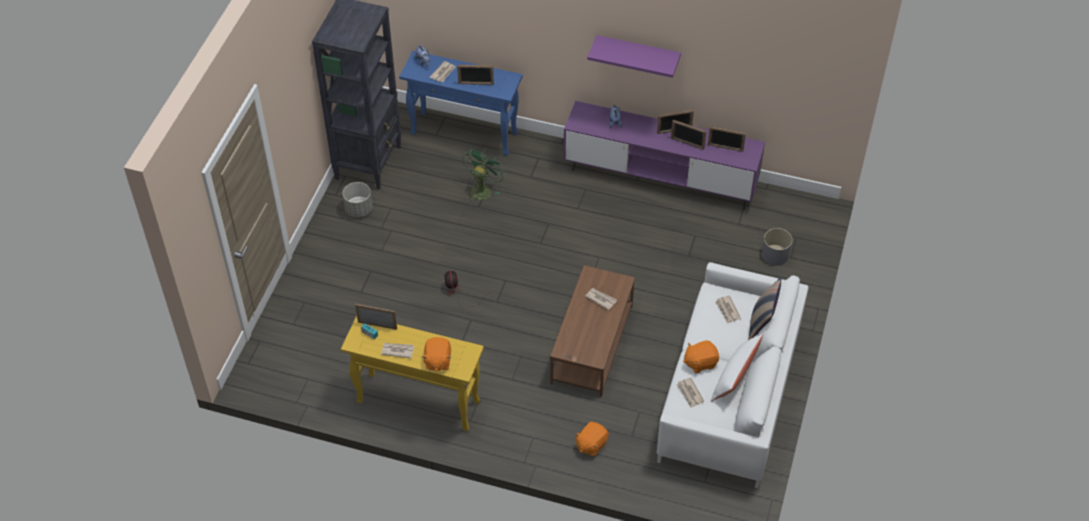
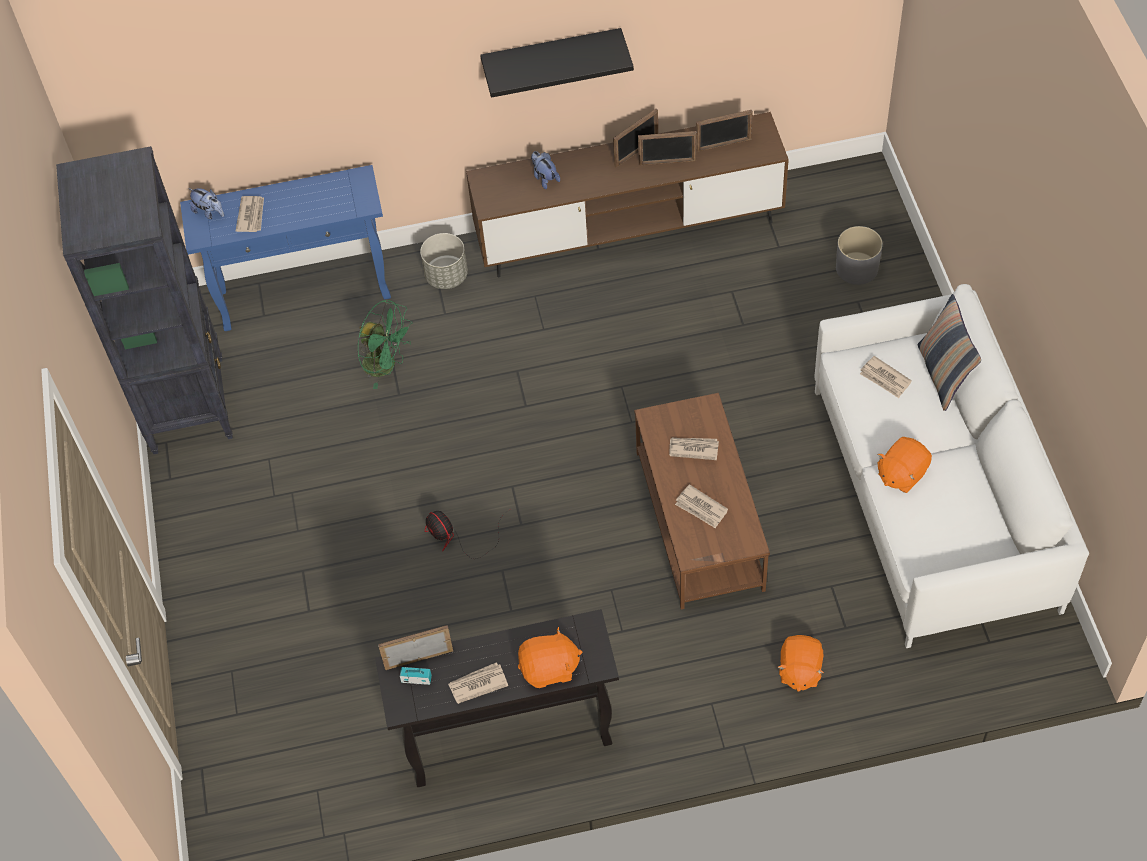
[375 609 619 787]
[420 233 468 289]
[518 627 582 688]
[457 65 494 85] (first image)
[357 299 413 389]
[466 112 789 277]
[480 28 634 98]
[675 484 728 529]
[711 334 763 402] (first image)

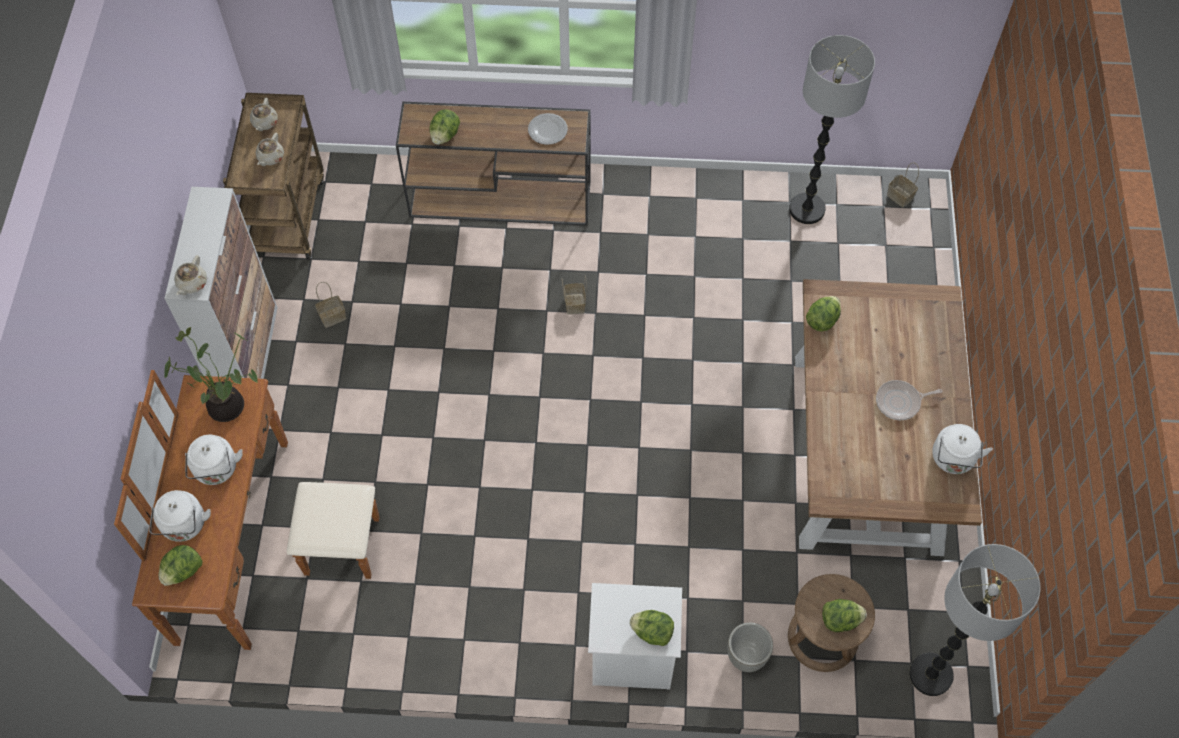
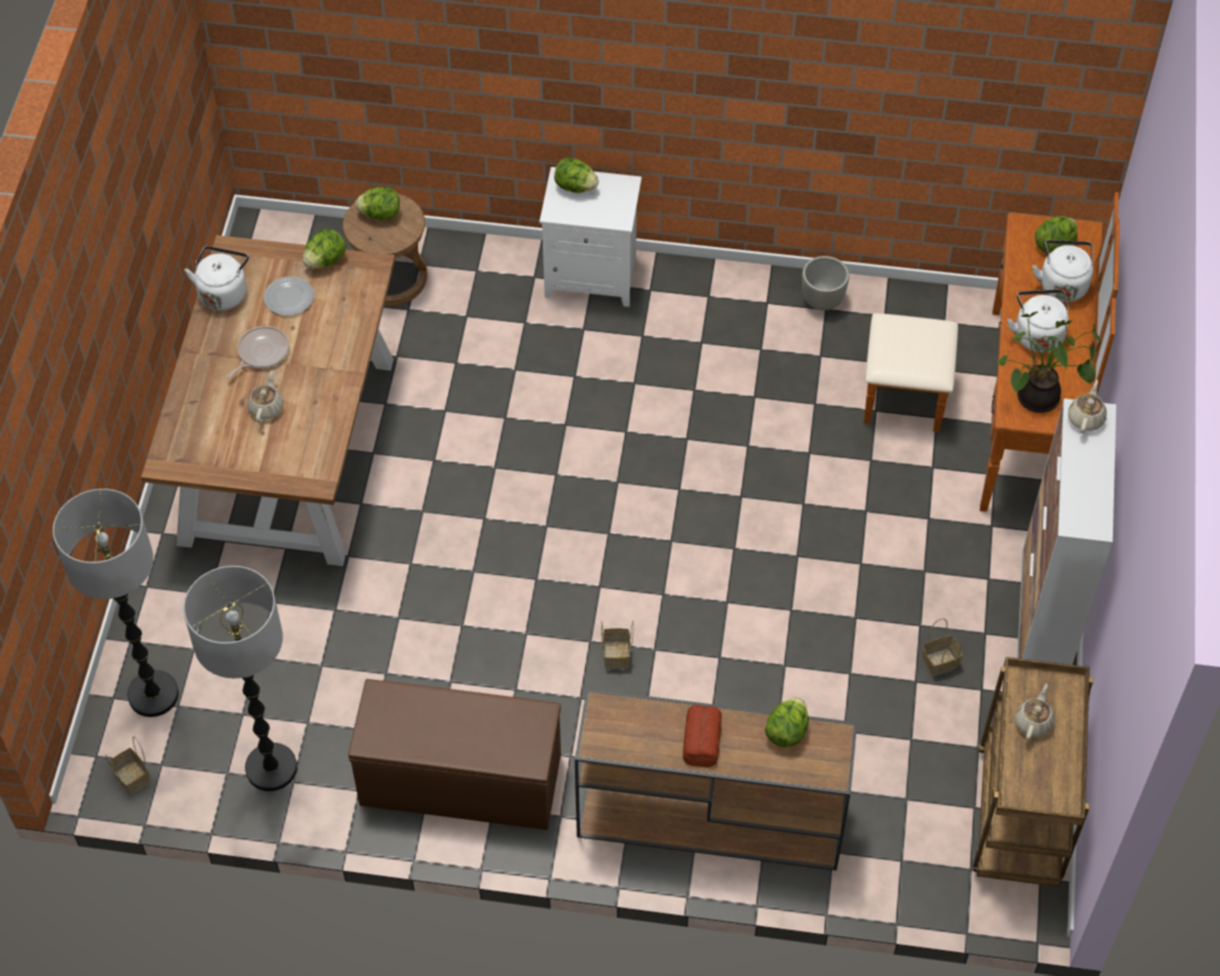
[247 371 284 422]
[264 276 314 316]
[802 256 849 311]
[303 229 346 269]
[226 326 289 379]
[53 489 179 717]
[348 679 561 830]
[683 705 722 767]

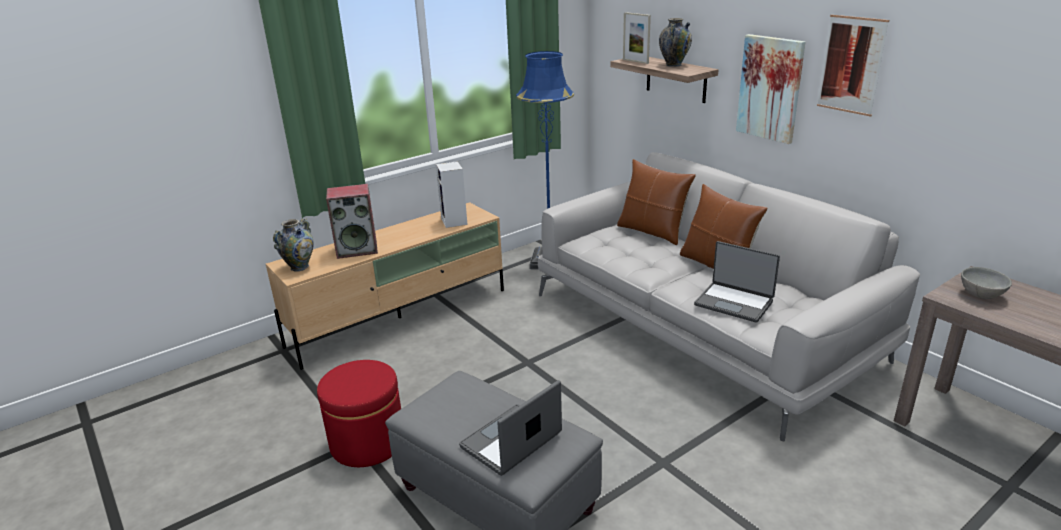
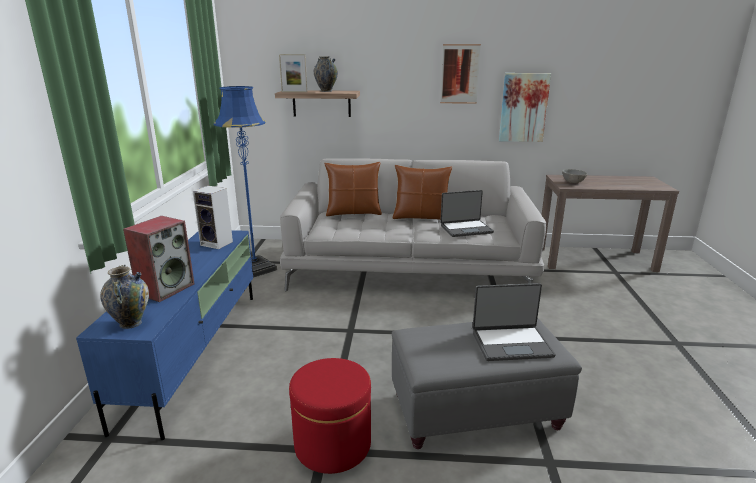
[76 230 253 440]
[473 283 555 361]
[499 73 551 142]

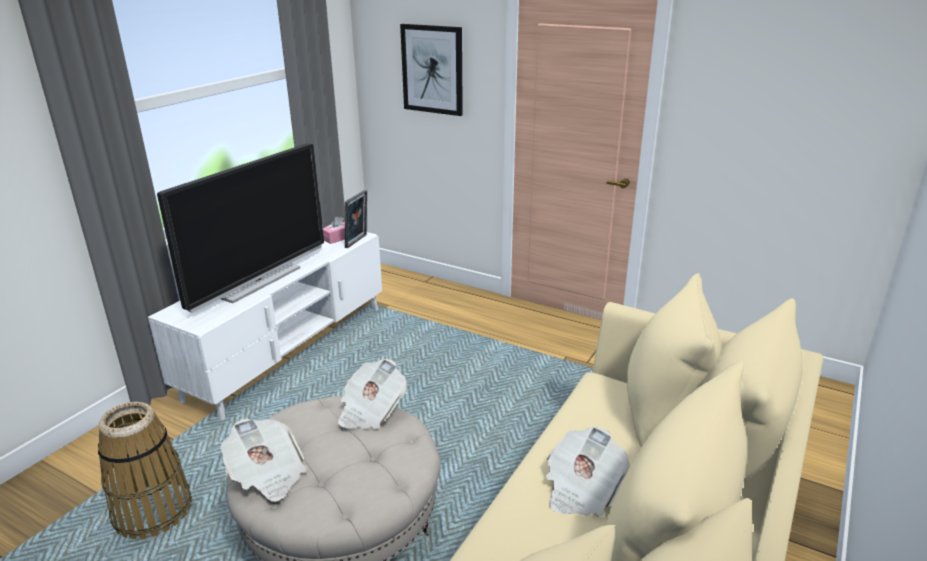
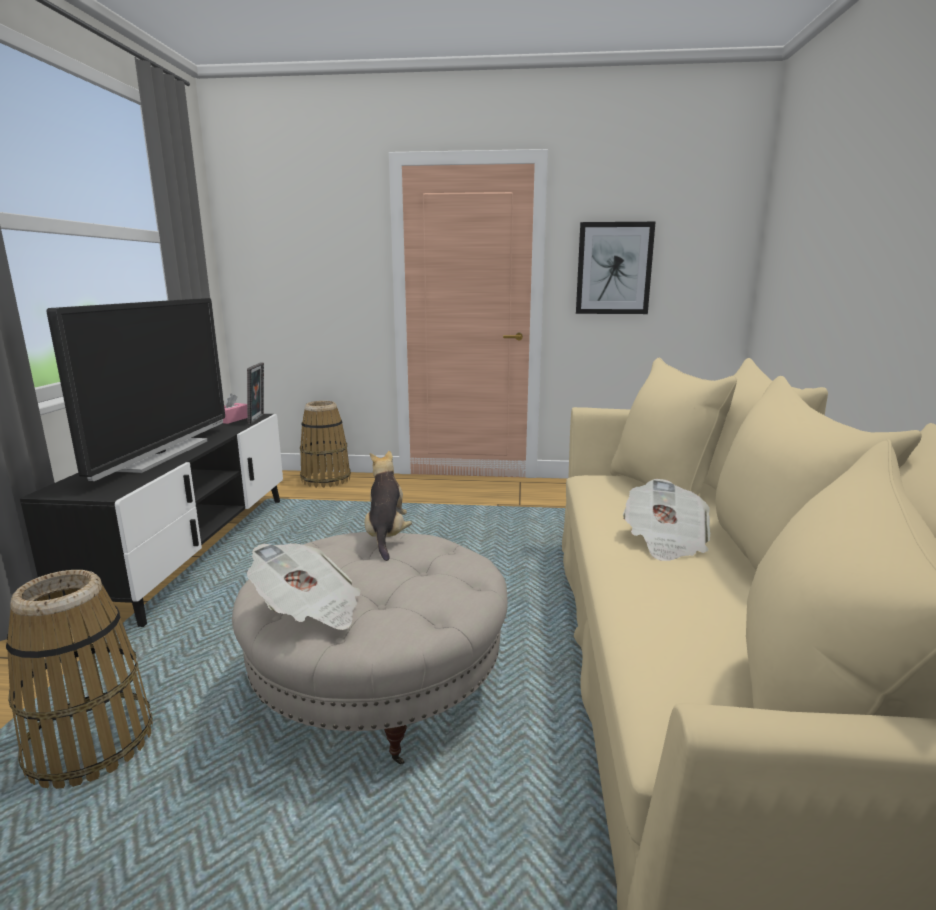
[20 414 283 627]
[365 451 412 561]
[576 222 655 314]
[300 401 351 488]

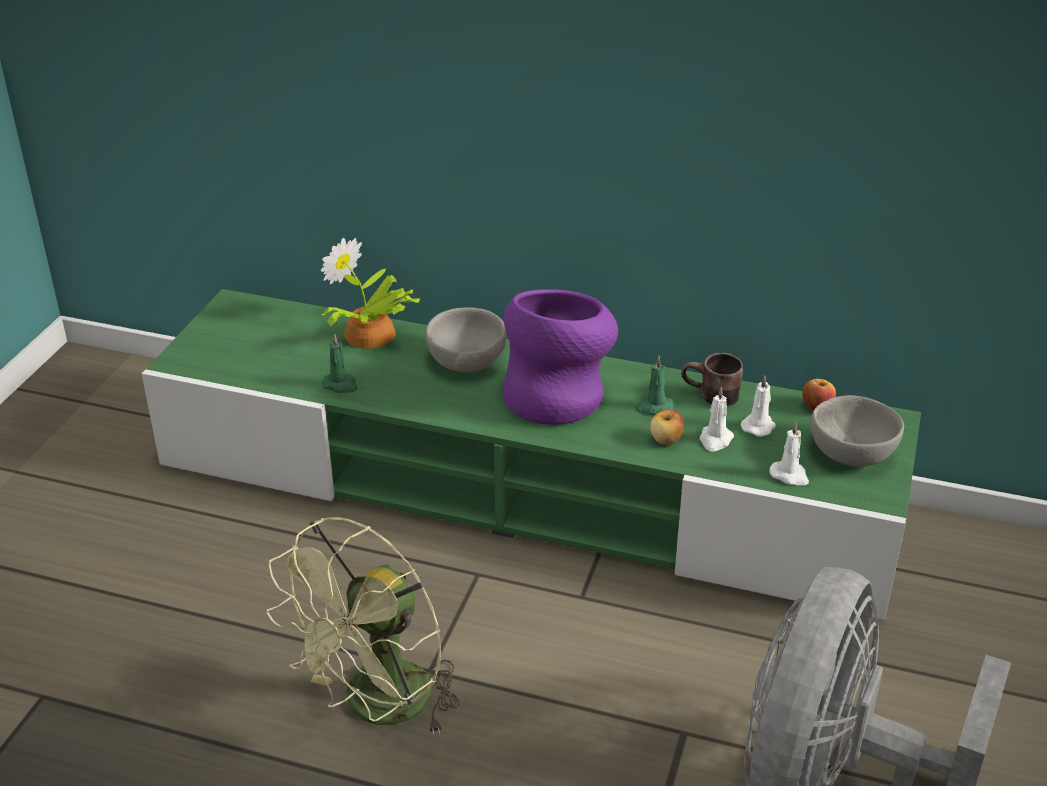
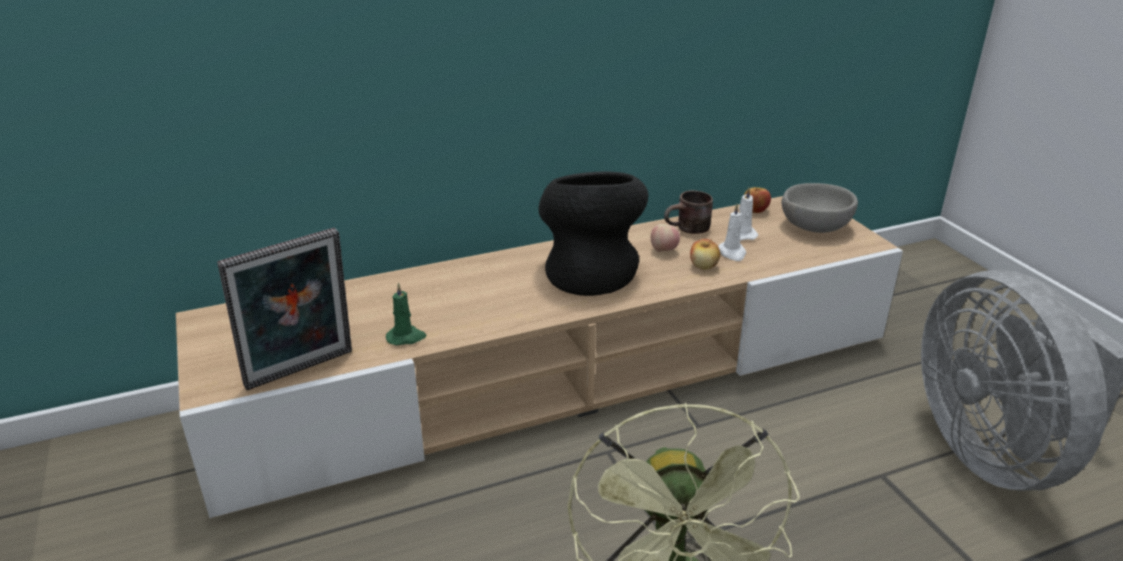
[176 196 903 518]
[321 238 421 349] (first image)
[425 307 507 372] (first image)
[539 172 649 296]
[651 224 680 252]
[770 422 809 485] (first image)
[217 227 352 390]

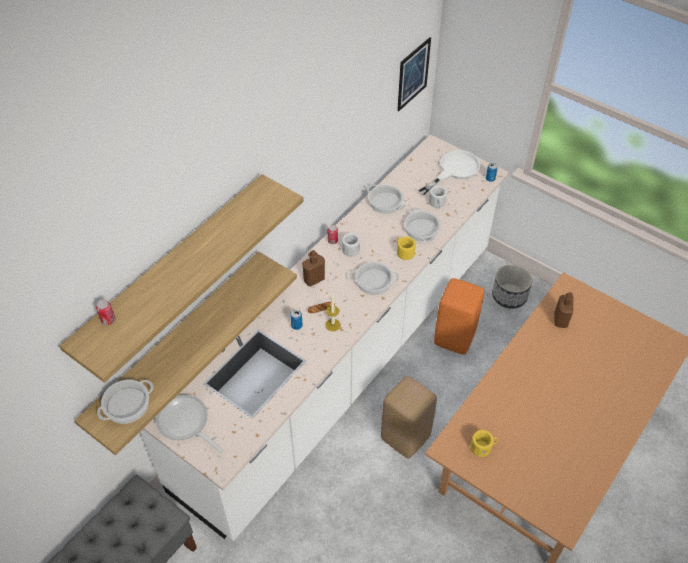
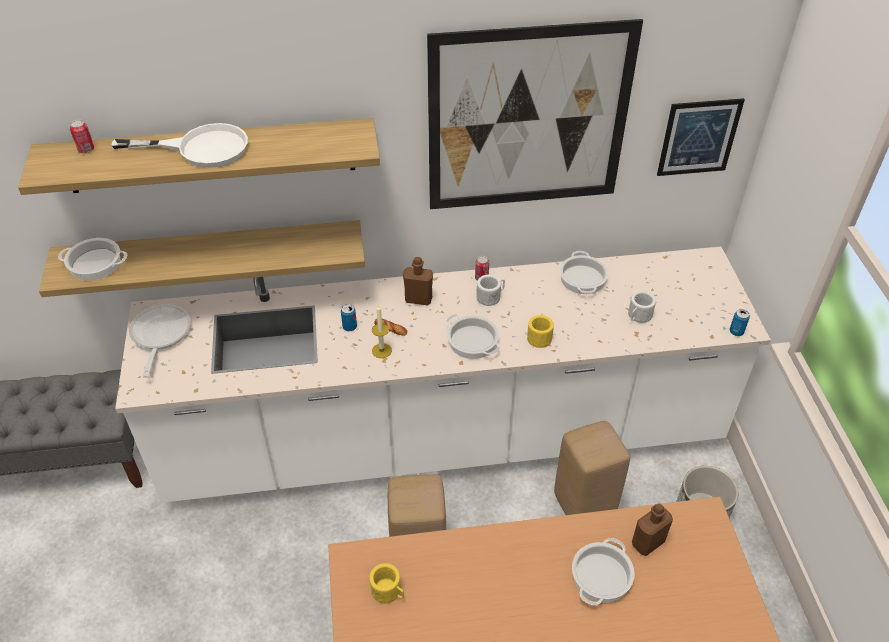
[572 538 635 605]
[111 123 248 168]
[554 421 630 515]
[427 19 643 209]

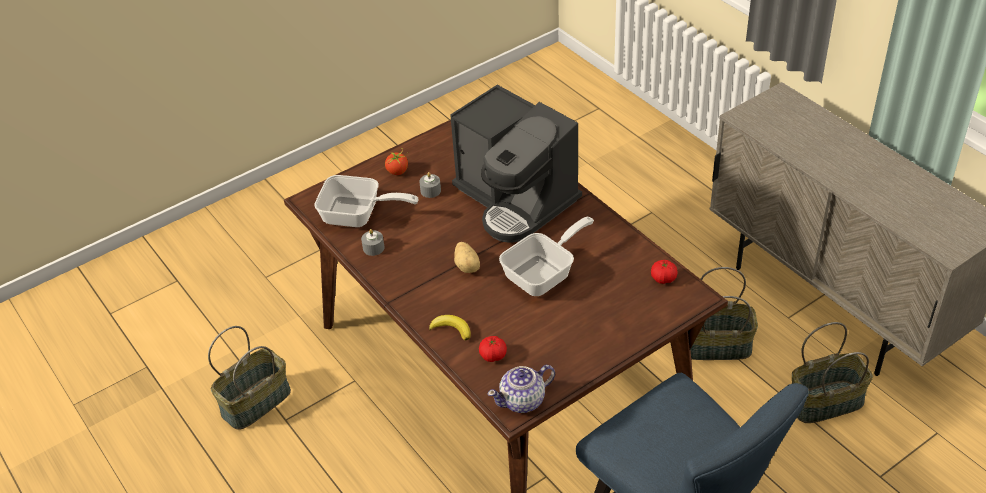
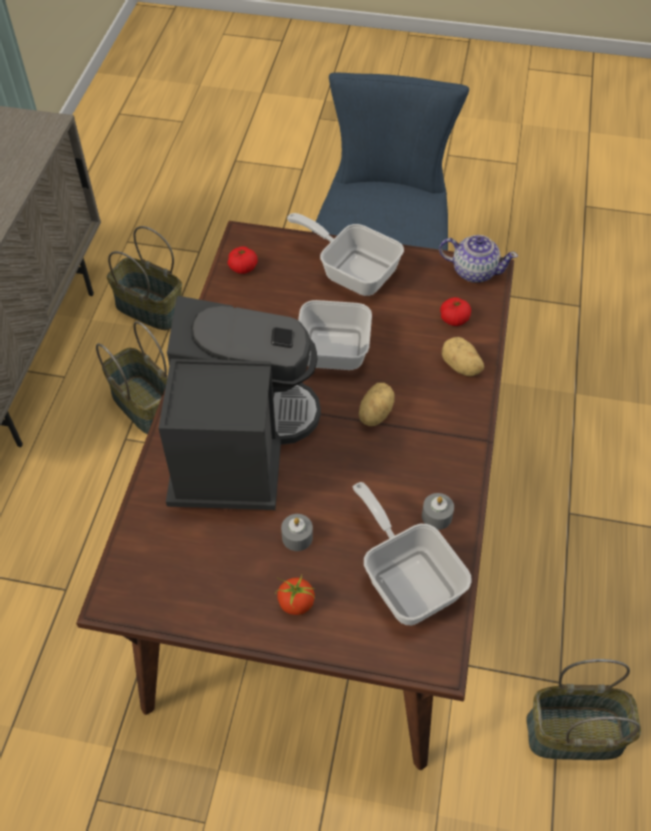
[442 337 484 376]
[287 213 404 296]

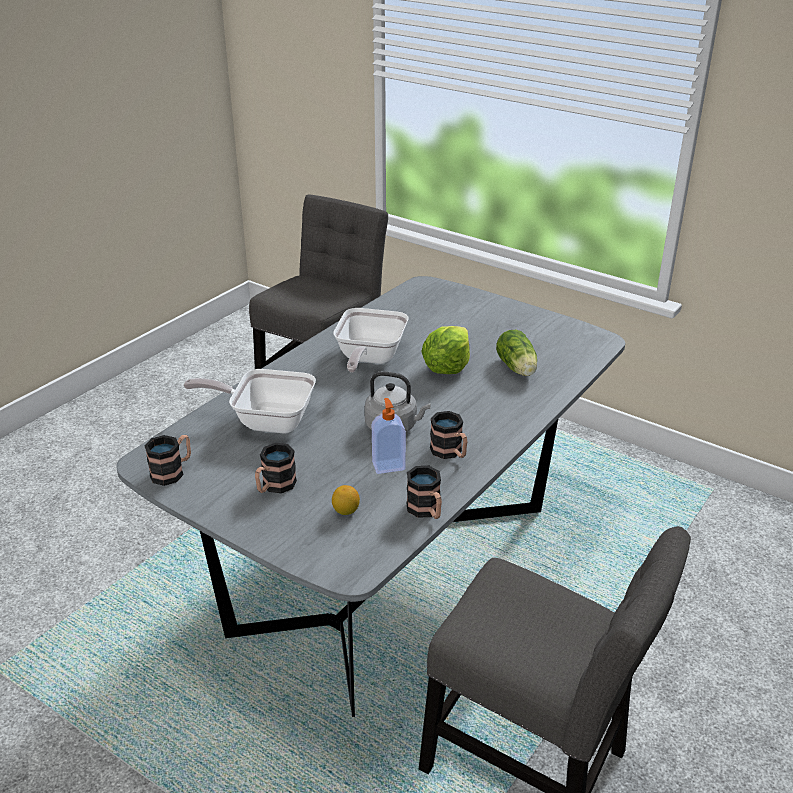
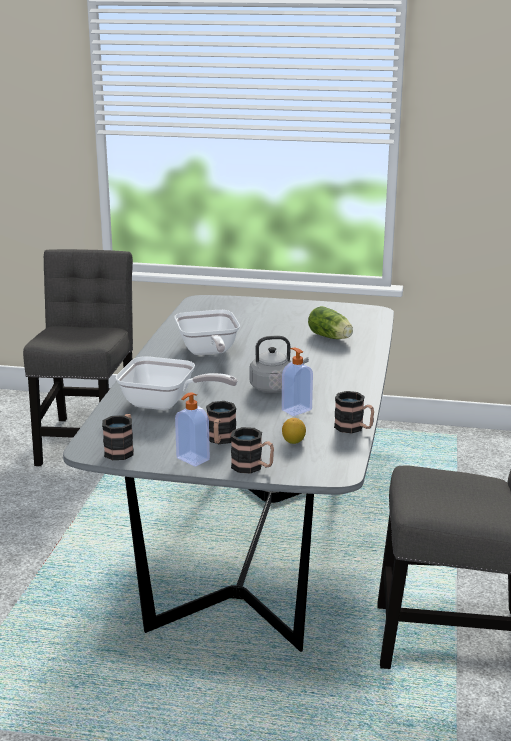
[115 356 238 410]
[421 326 470 374] (first image)
[231 427 274 474]
[175 392 210 466]

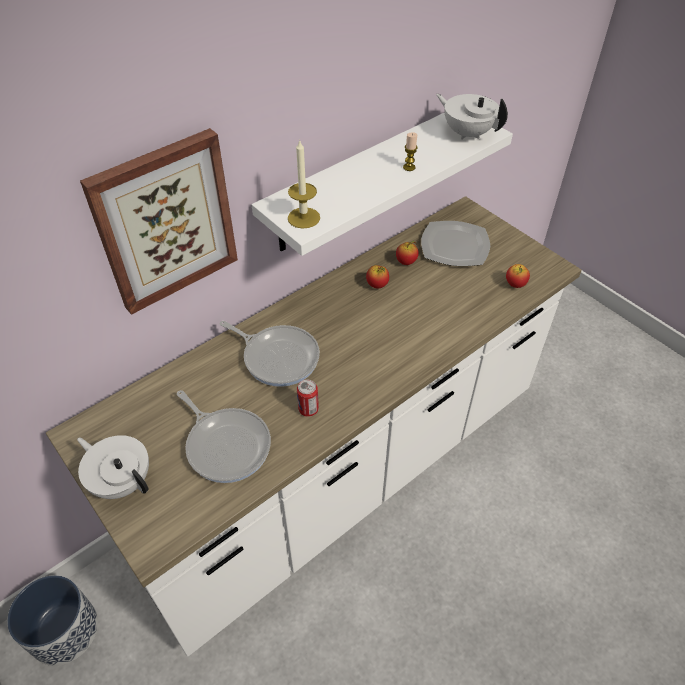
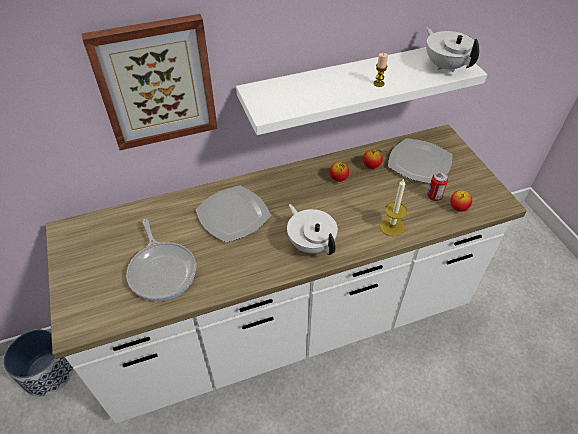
[287 204 338 255]
[196 185 271 242]
[380 179 407 236]
[427 172 448 201]

